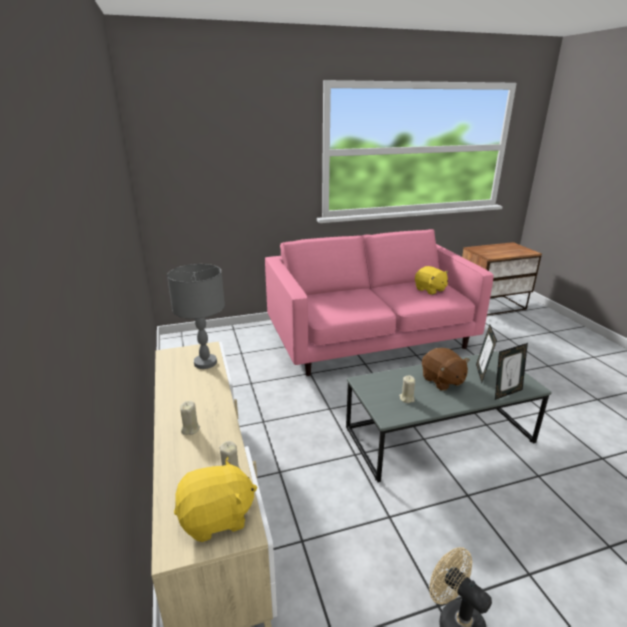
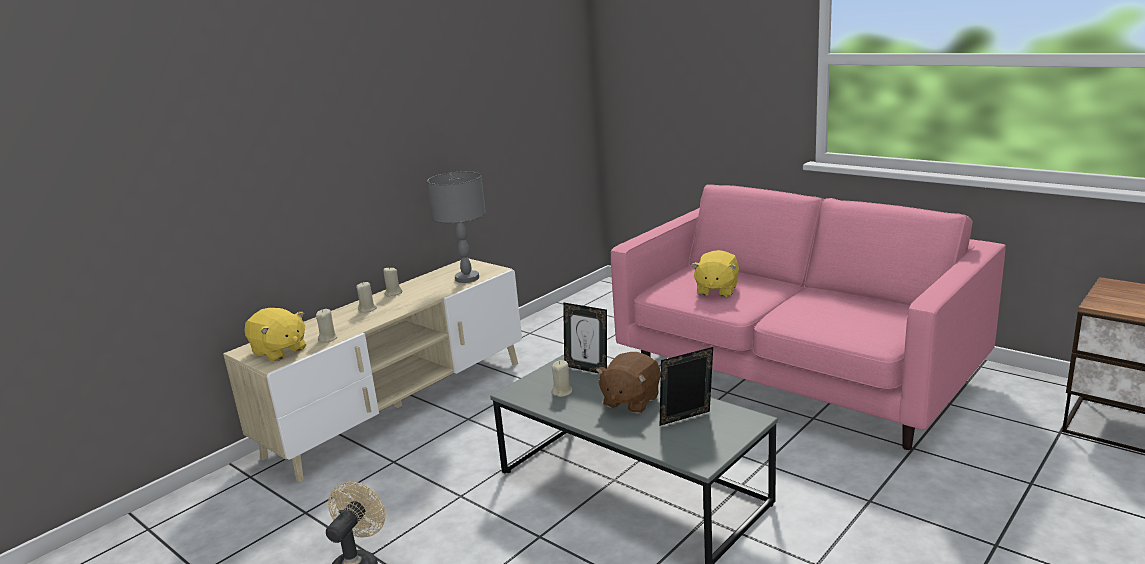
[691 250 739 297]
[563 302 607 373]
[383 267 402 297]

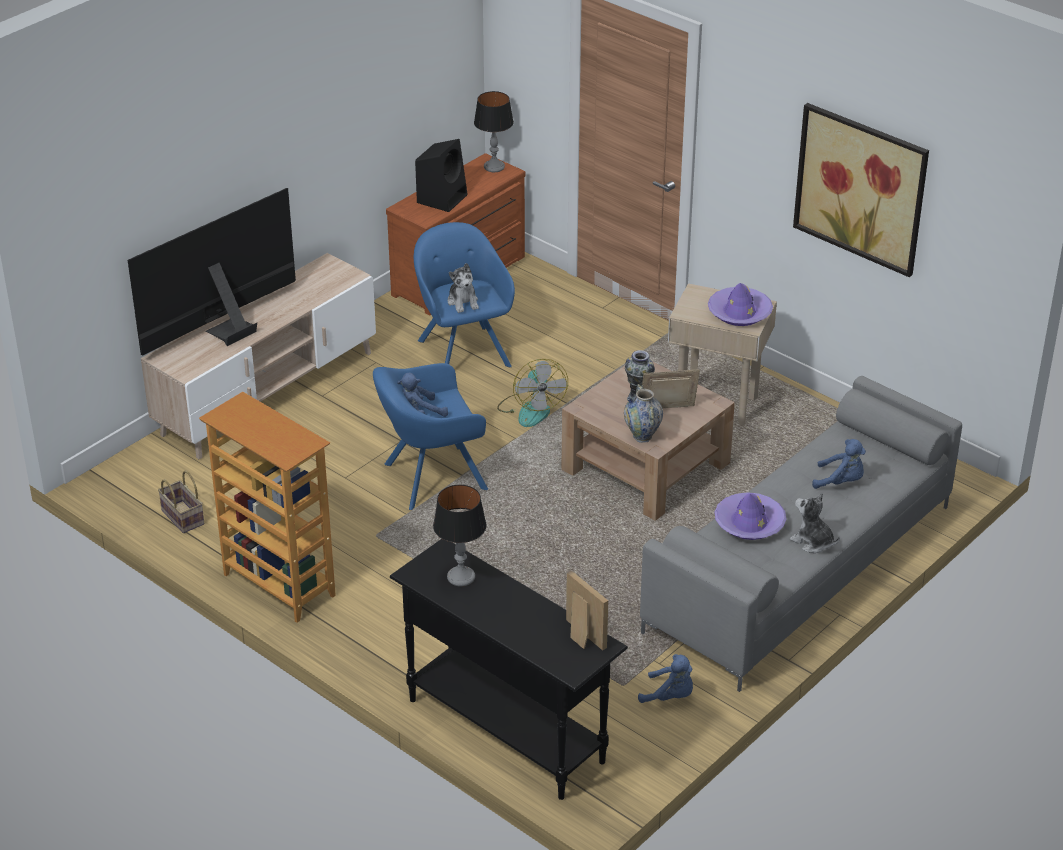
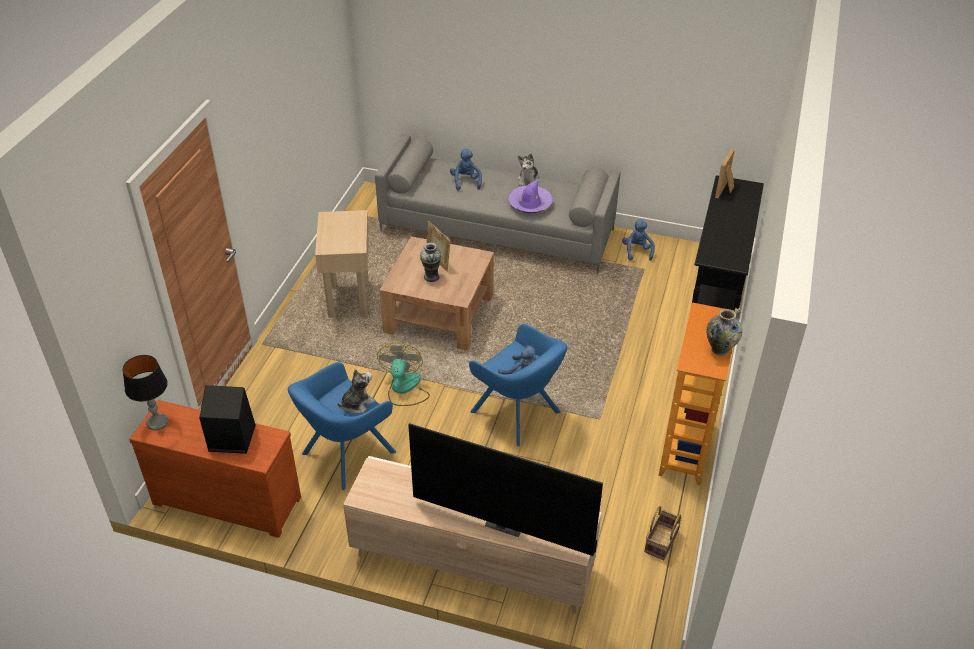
[433 485 487 587] (first image)
[377 343 430 406]
[707 308 743 356]
[708 283 773 326] (first image)
[793 103 929 277] (first image)

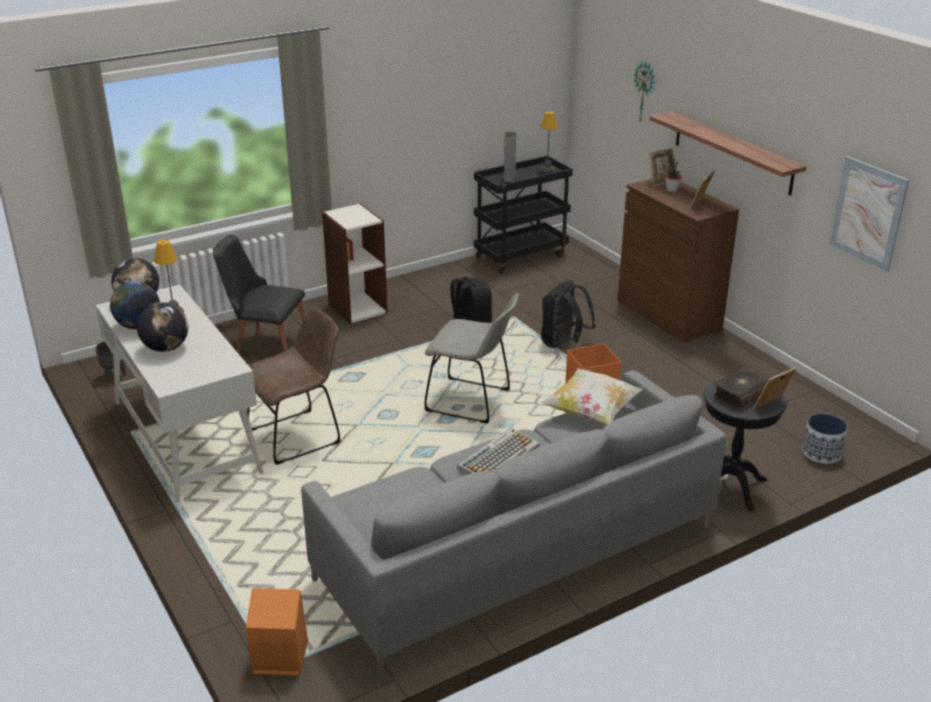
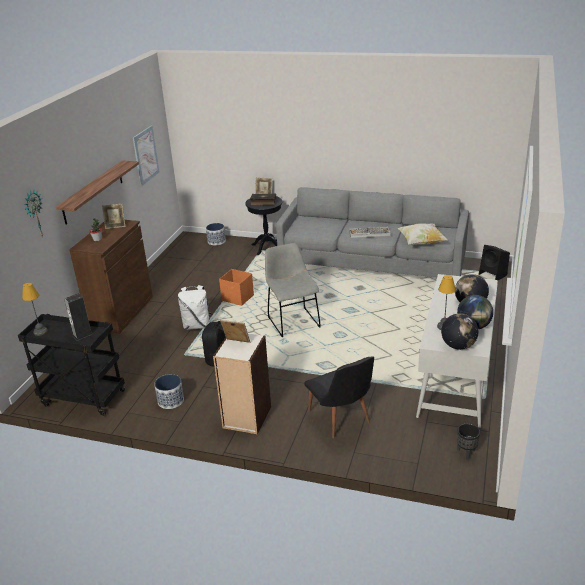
[479 245 510 281]
[247 307 341 465] (first image)
[178 285 212 330]
[398 223 448 245]
[220 320 250 343]
[154 374 184 409]

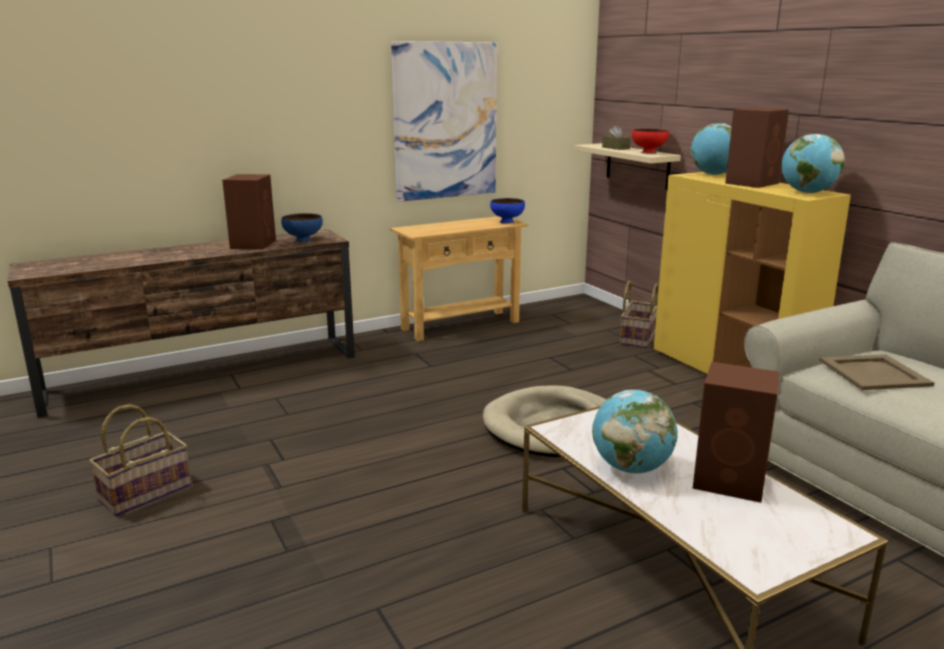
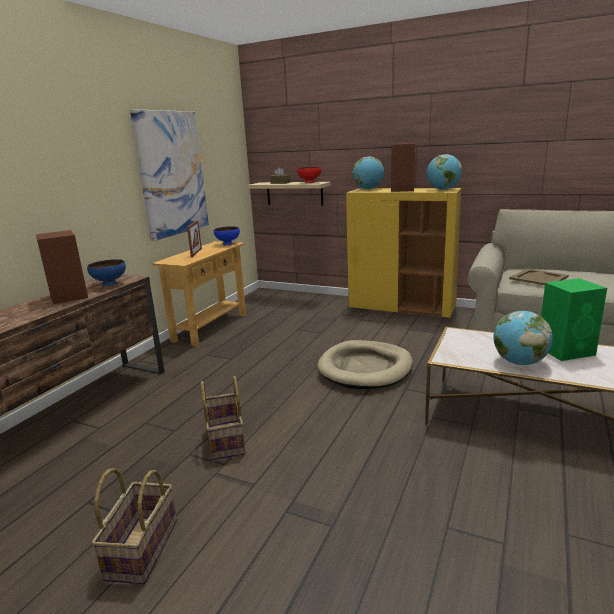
[201 376 245 460]
[541 278 607 361]
[187 220 202 257]

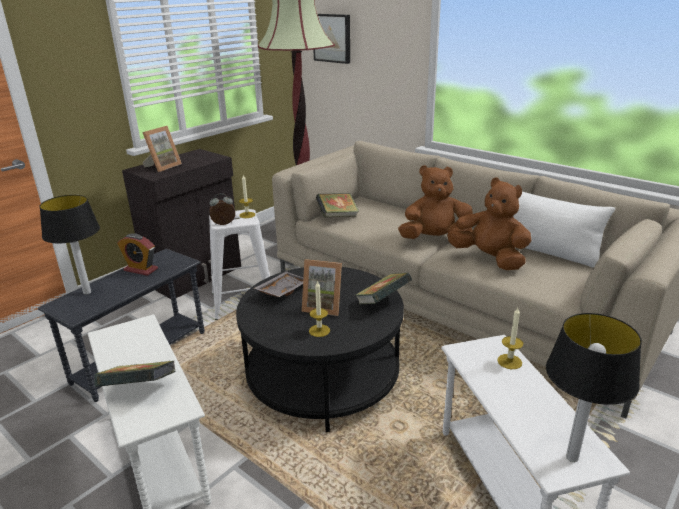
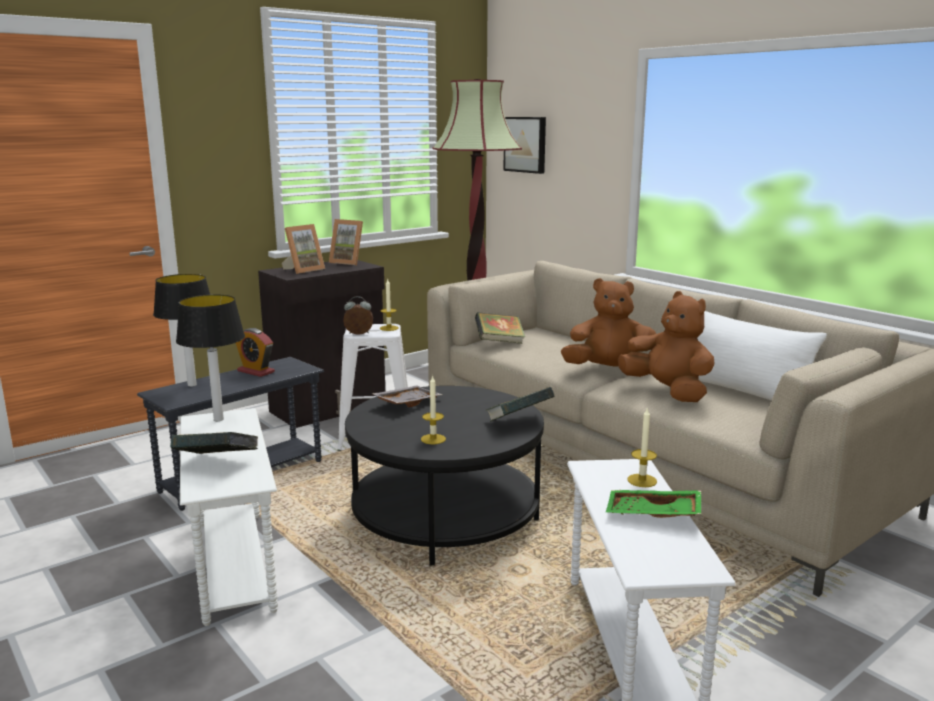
[329 219 363 265]
[176 295 245 421]
[606 490 701 518]

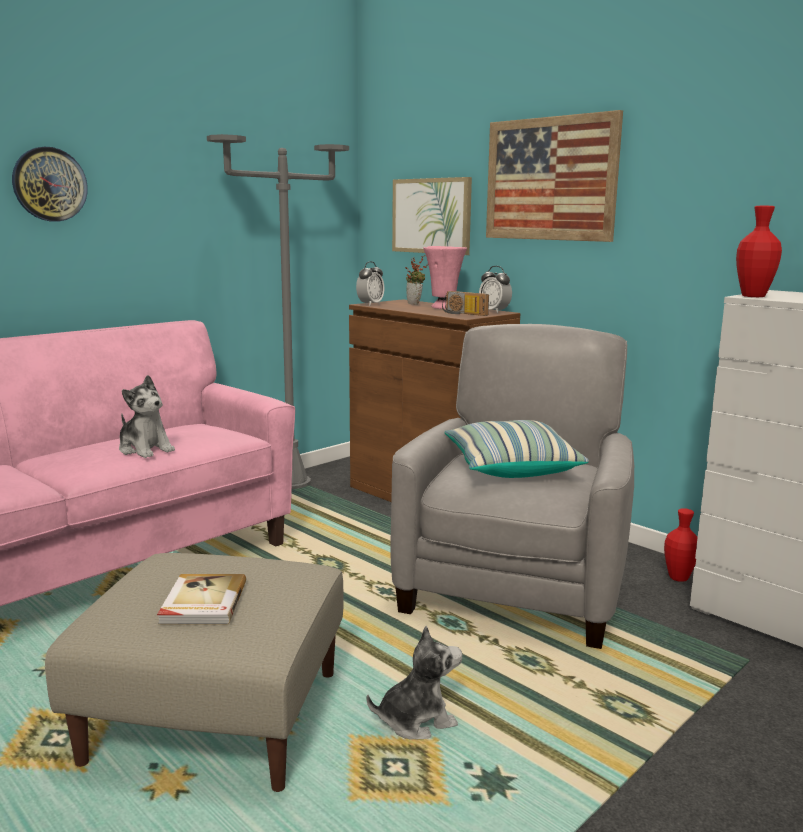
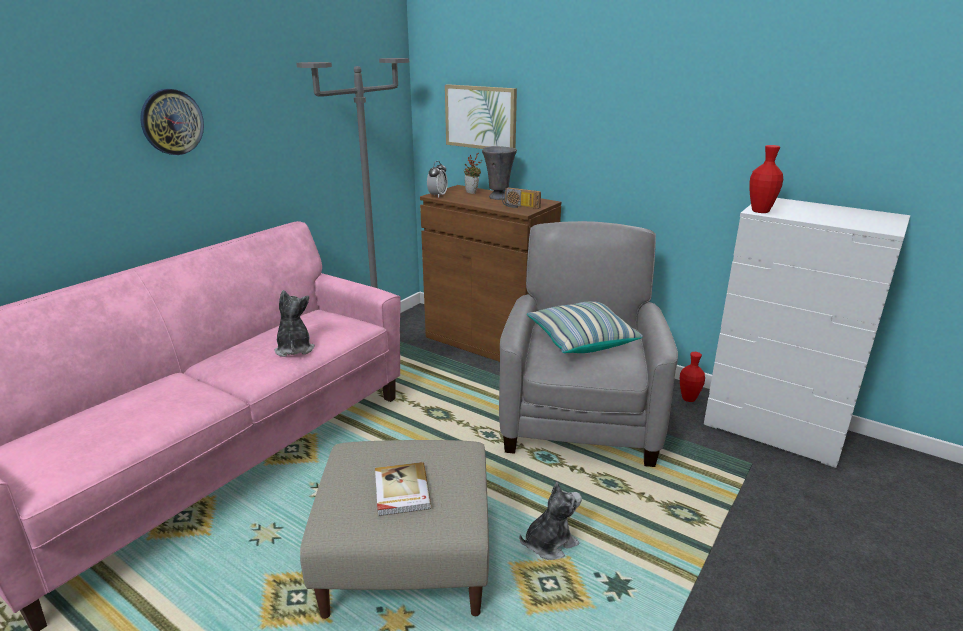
[274 290 315 357]
[482 146 517 200]
[479 266 512 313] (first image)
[486 110 623 242] (first image)

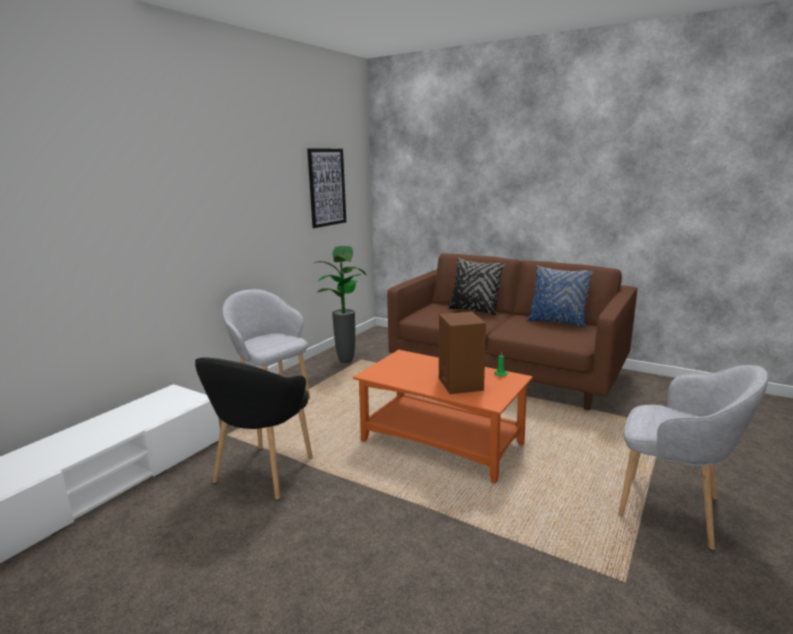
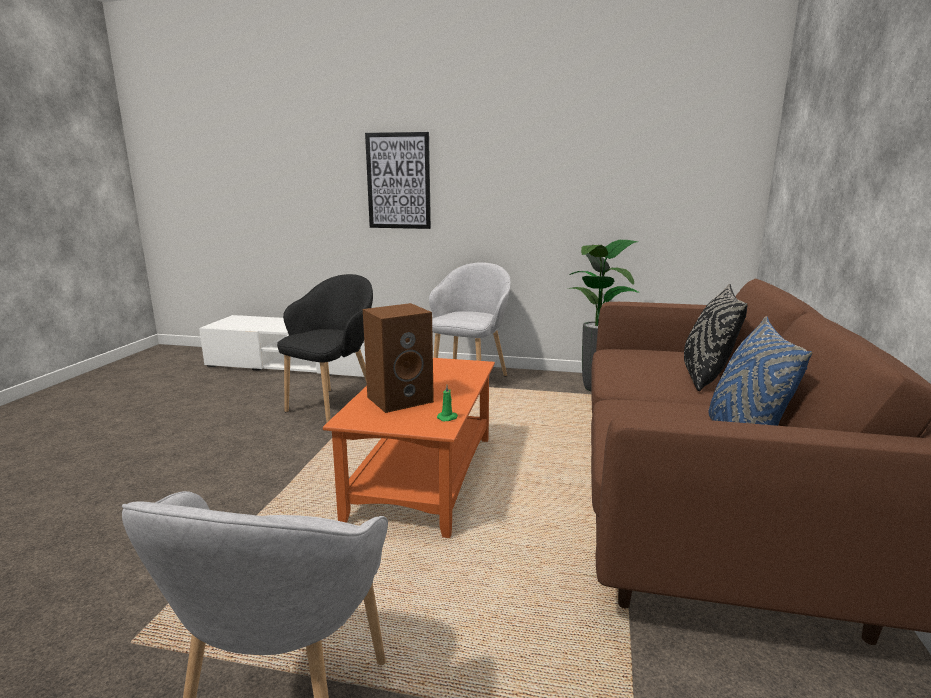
[277 274 373 423]
[365 132 431 229]

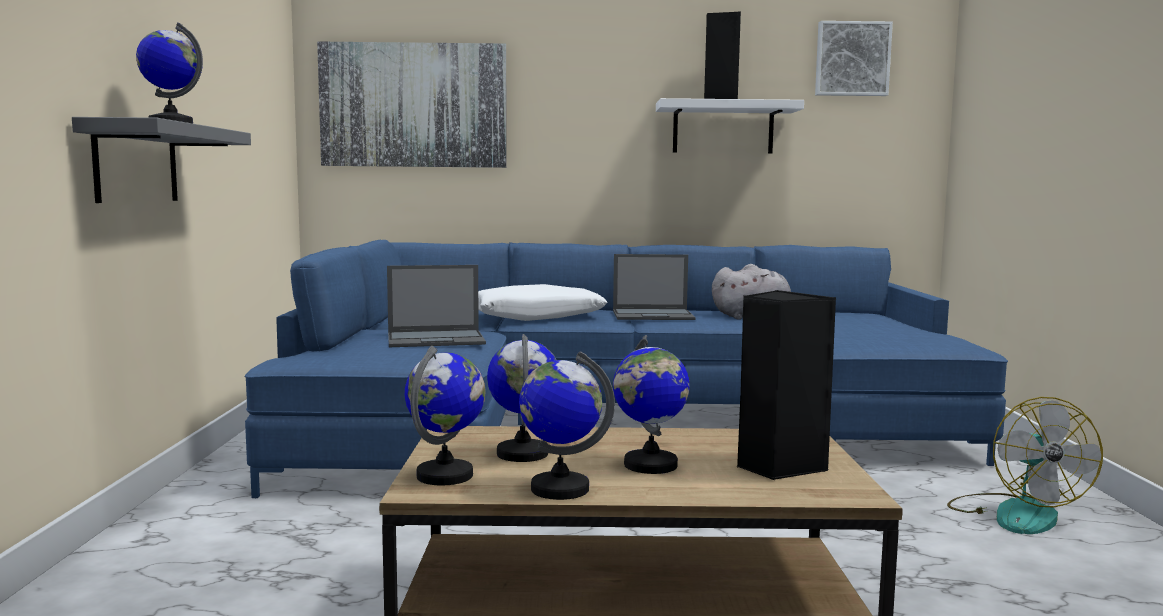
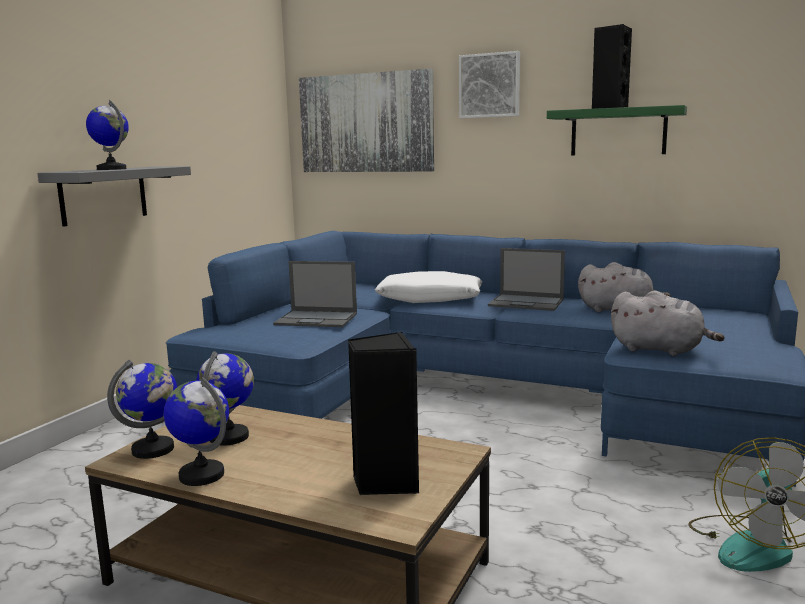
[613 335 690 474] (first image)
[547 105 687 156]
[459 51 520 118]
[610 291 725 356]

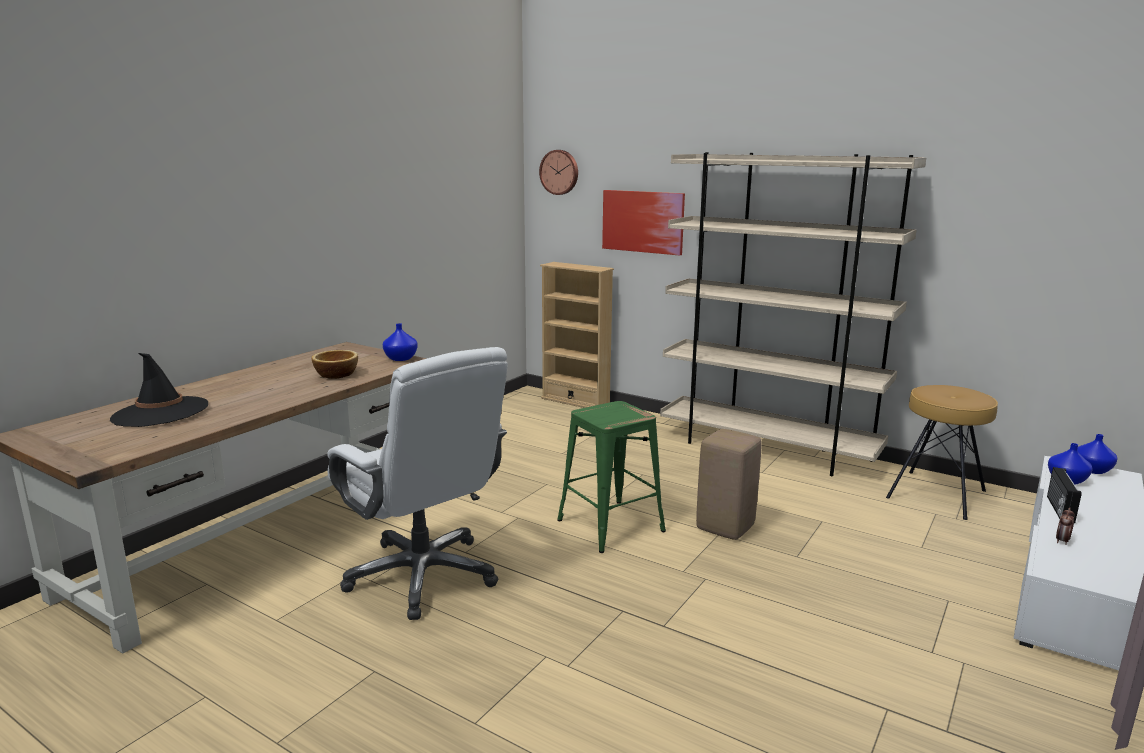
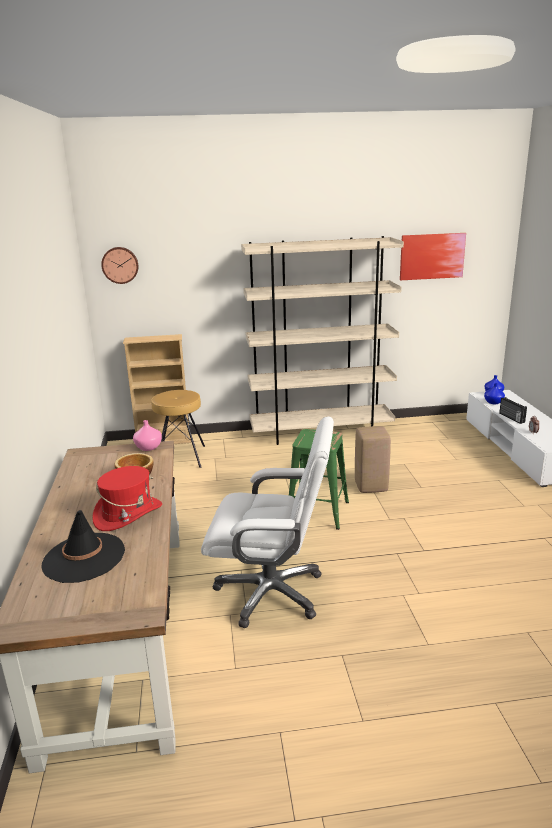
[133 420 162 451]
[400 233 466 280]
[151 390 205 468]
[92 466 162 531]

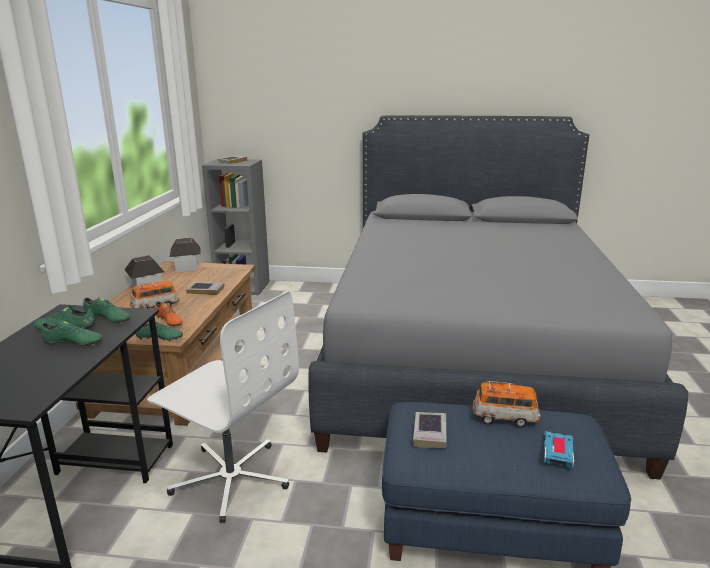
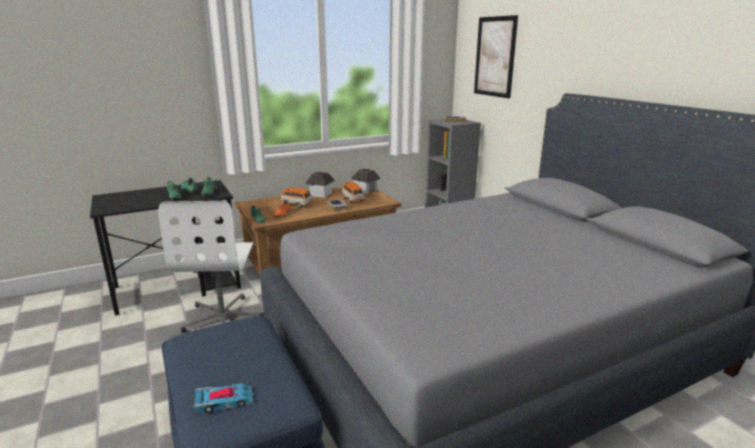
[413 412 447 448] (first image)
[342 181 365 203]
[474 15 518 98]

